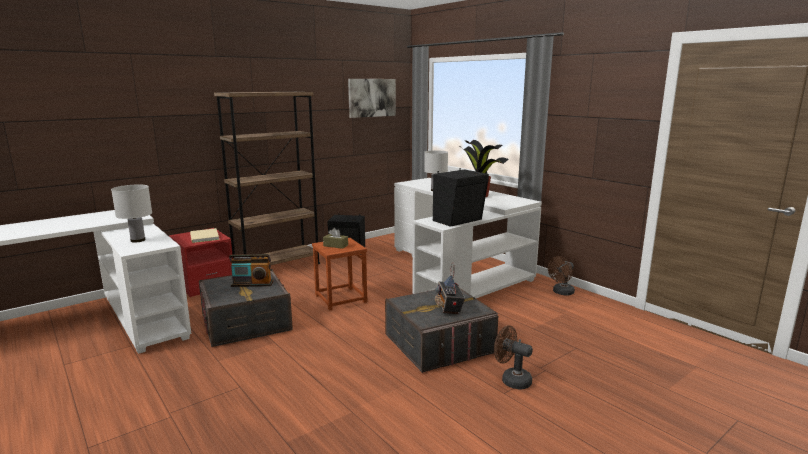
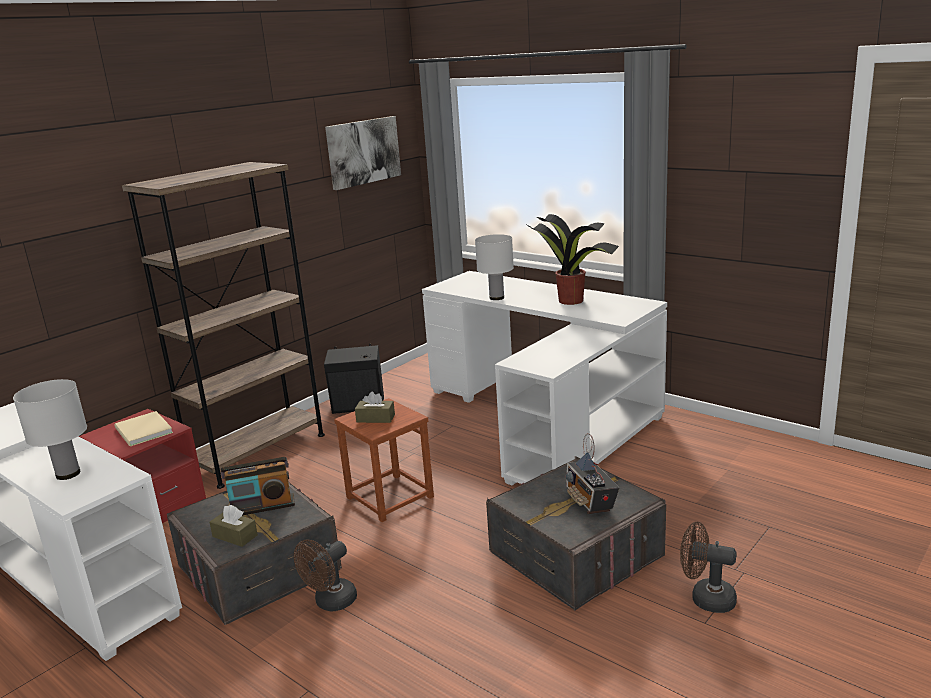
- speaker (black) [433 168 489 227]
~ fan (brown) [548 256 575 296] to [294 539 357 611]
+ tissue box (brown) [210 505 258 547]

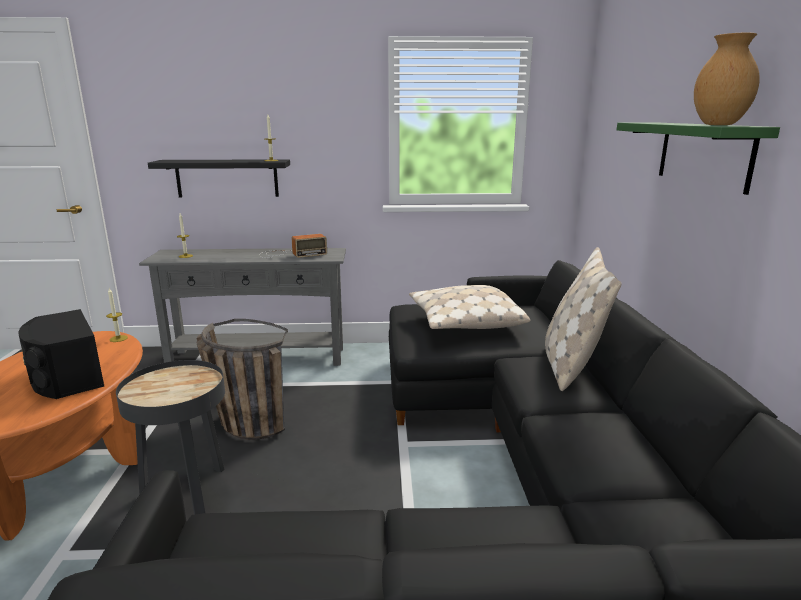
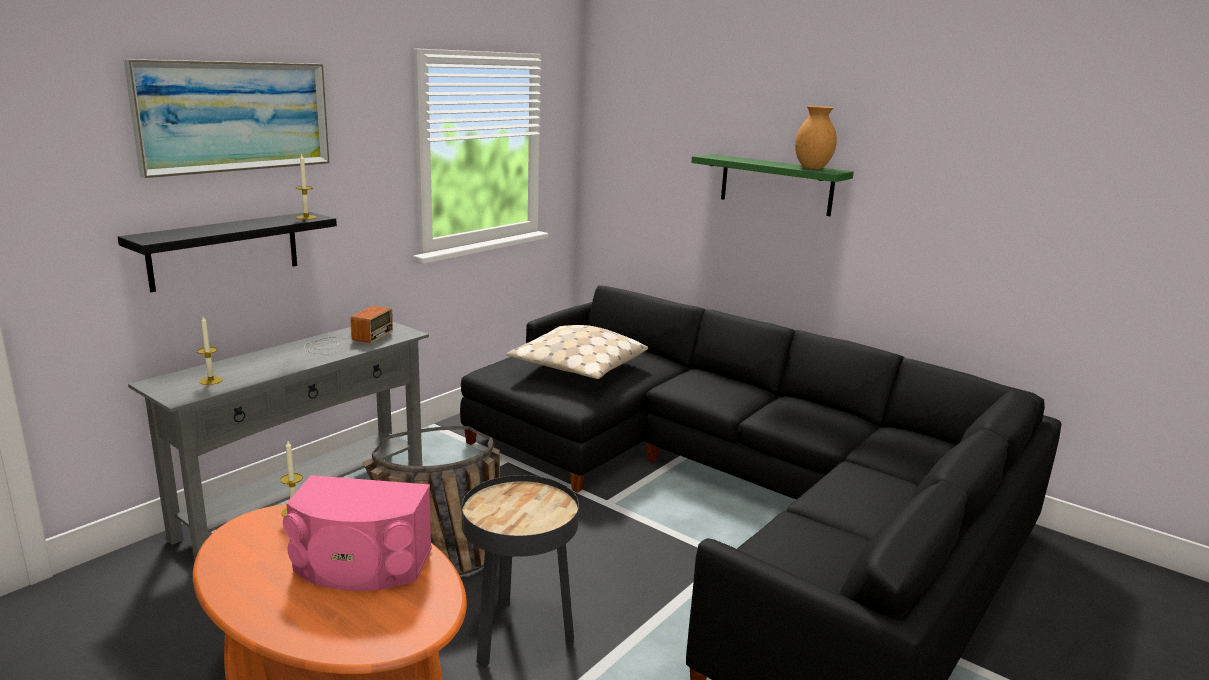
- pillow (beige) [545 247 622 391]
~ speaker (black) [18 309 104 399] to speaker (pink) [283 475 432 591]
+ picture [124 59 330 178]

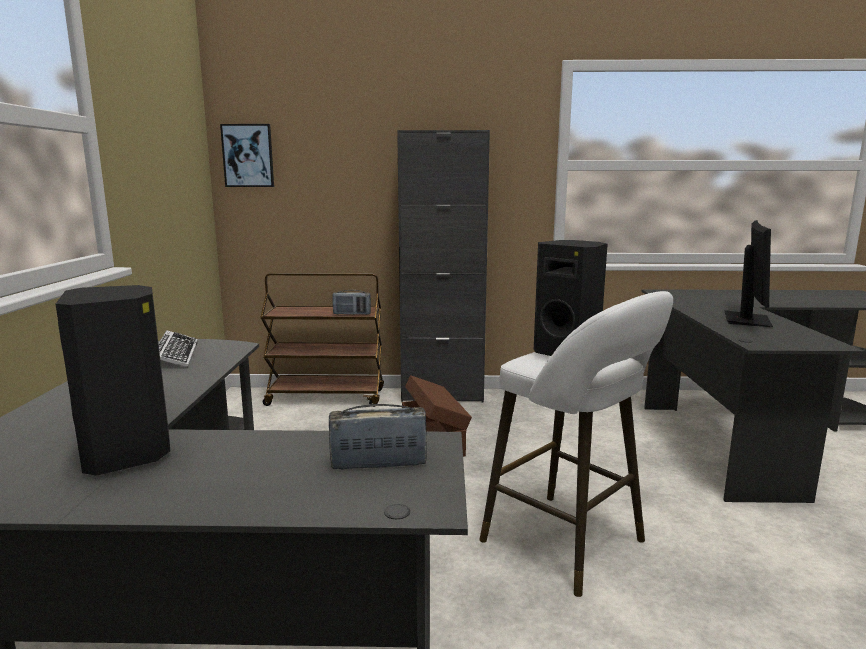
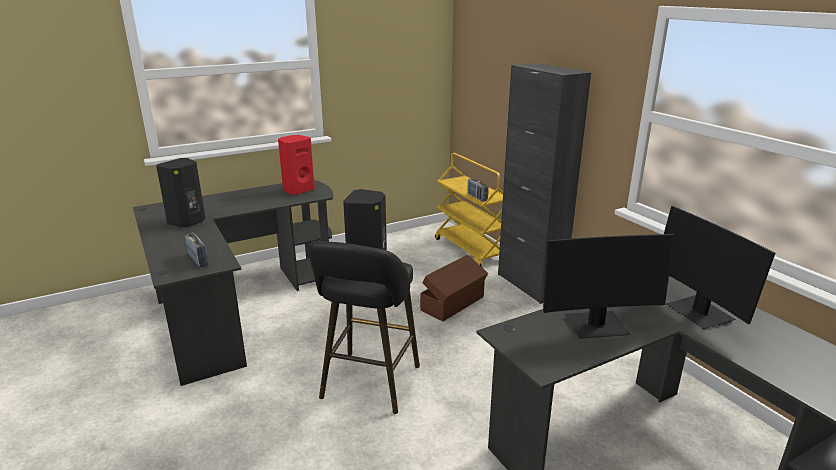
- picture [220 124 274 187]
~ cart (brown) [260 273 384 407] to cart (yellow) [435 153 503 267]
~ stool (white) [479 291 673 597] to stool (black) [308 241 420 414]
~ keyboard [158 330 198 367] to speaker (red) [278 135 315 195]
+ monitor [664 206 775 329]

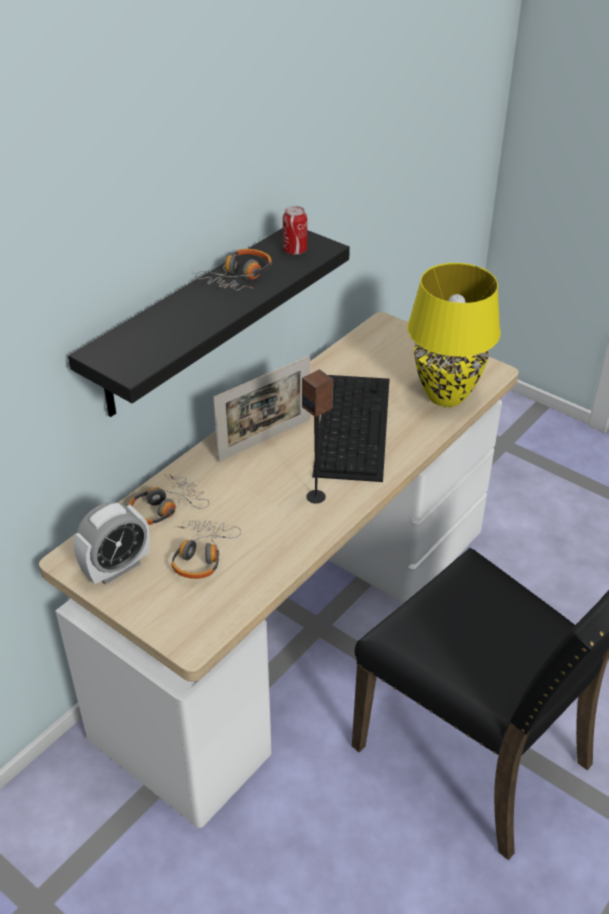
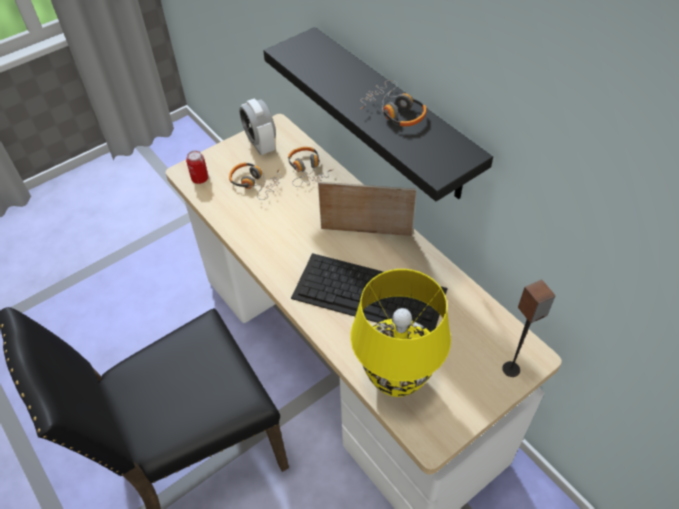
~ can [283 206 307 255] to [186 150 209 184]
~ picture frame [213 356 310 462] = [318 182 417 236] 120 degrees clockwise
~ speaker [302 369 333 504] to [502 279 555 377]

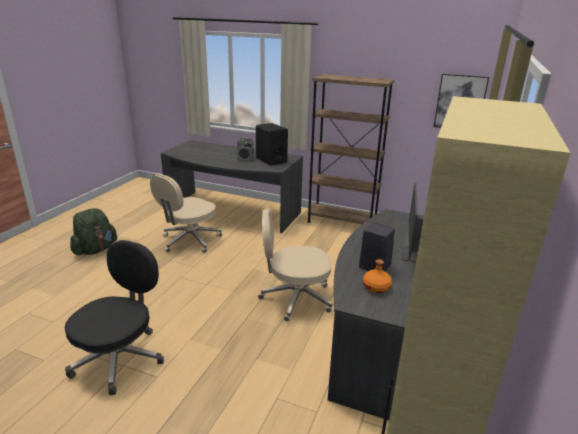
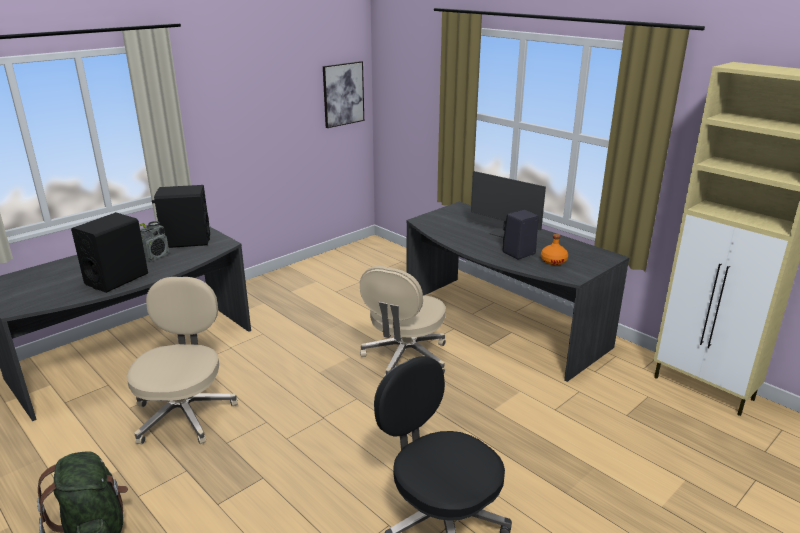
- bookcase (brown) [307 74 394 224]
~ office chair (beige) [150 173 222 253] = [127 277 238 444] 150 degrees counterclockwise
+ speaker (black) [71 212 148 293]

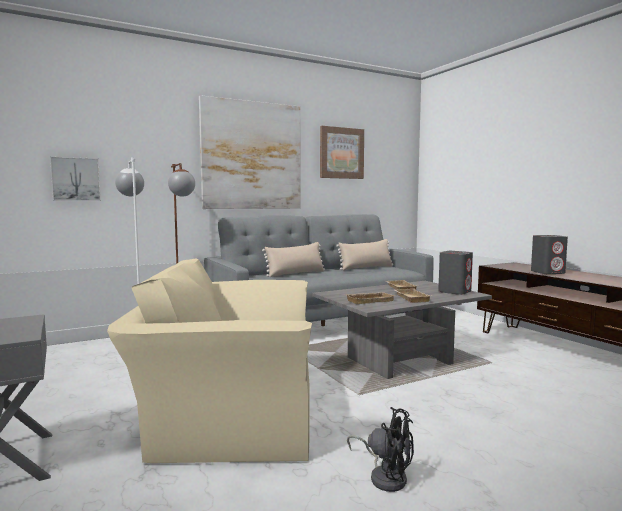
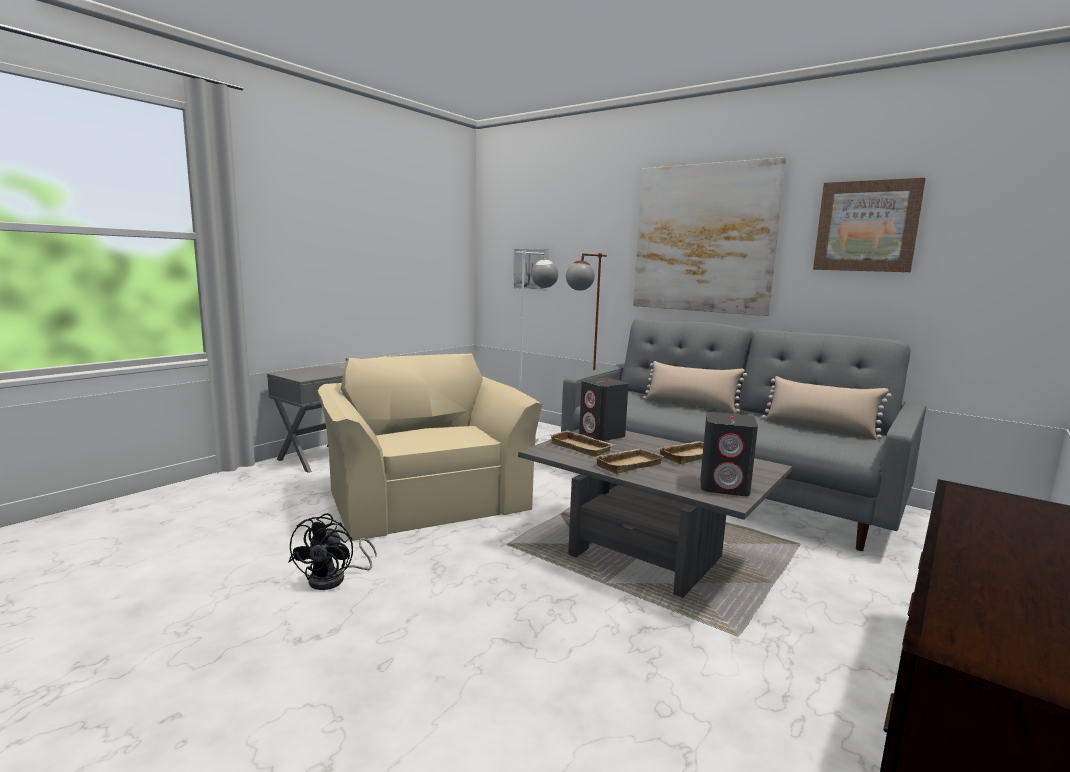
~ speaker (grey) [531 235 568 274] to [579 377 629 441]

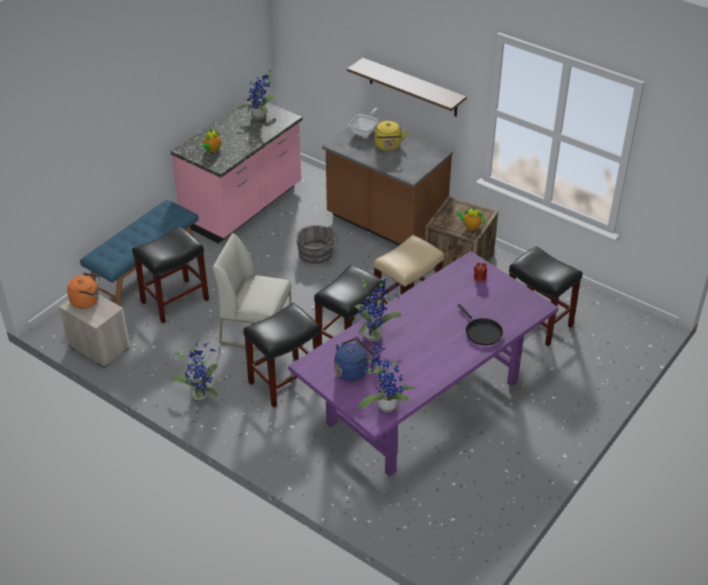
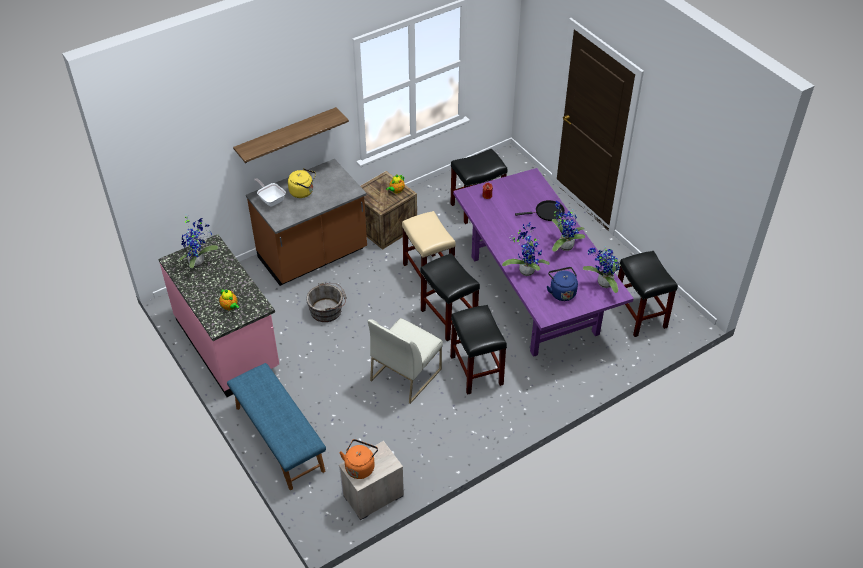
~ stool (black) [132 226 209 323] to [618 251 678 337]
~ potted plant [171 342 218 402] to [552 201 585 252]

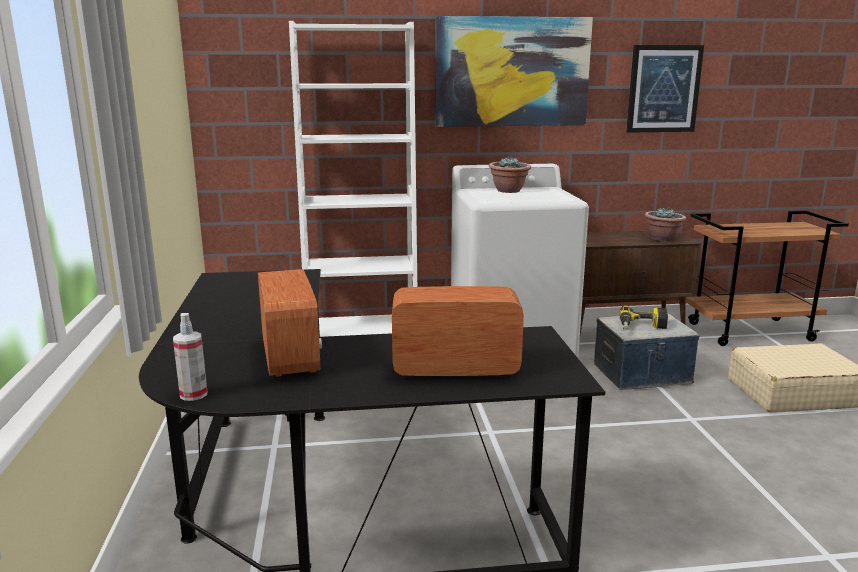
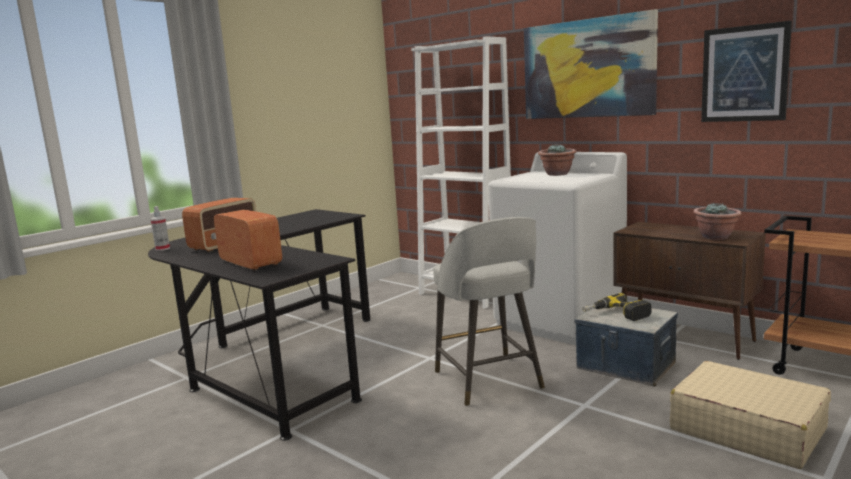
+ stool (grey) [433 217 545 406]

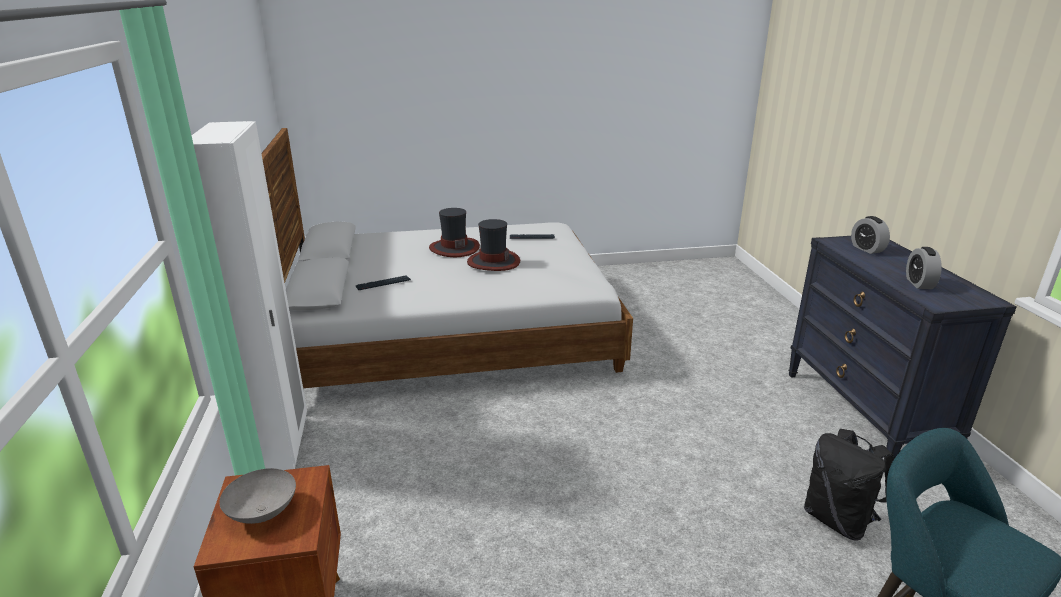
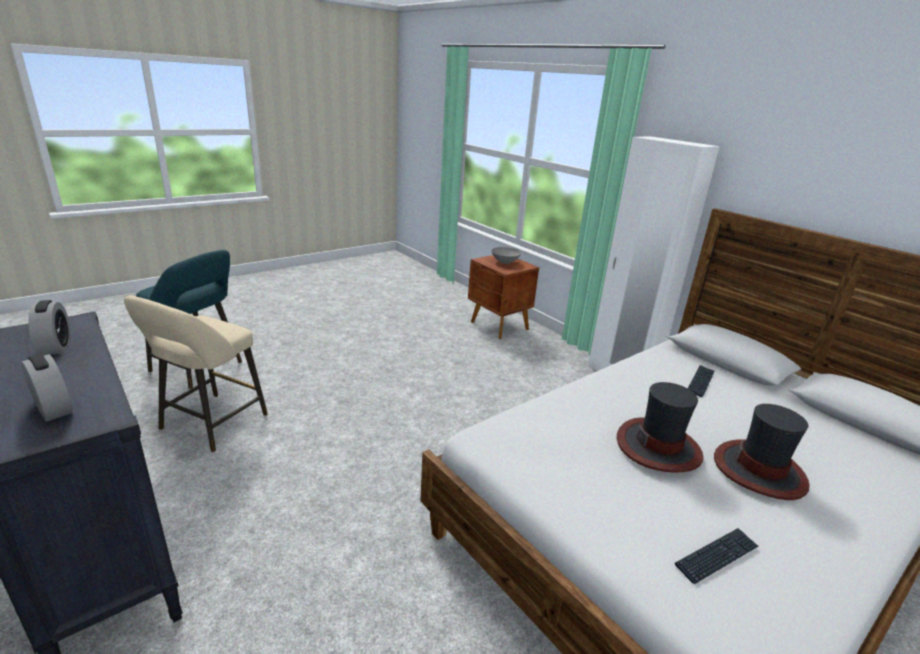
~ backpack (black) [804 429 895 540] to stool (beige) [124 295 268 452]

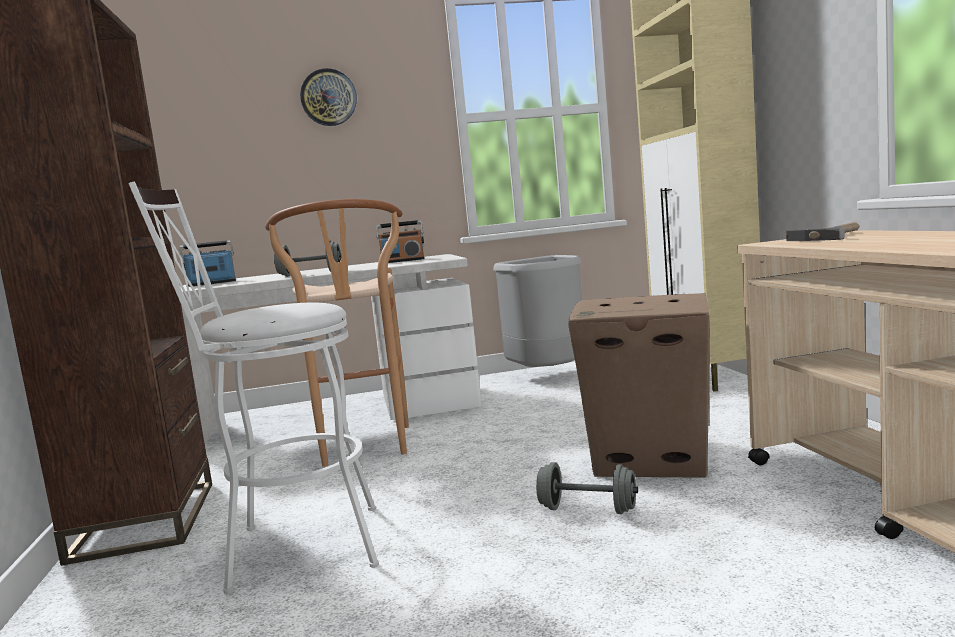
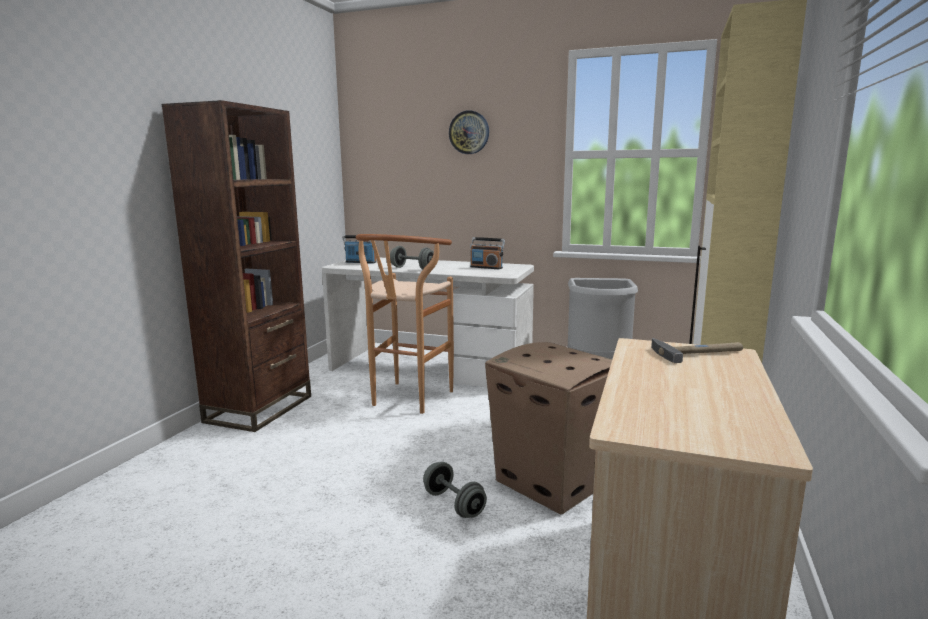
- stool (white) [129 182 379 594]

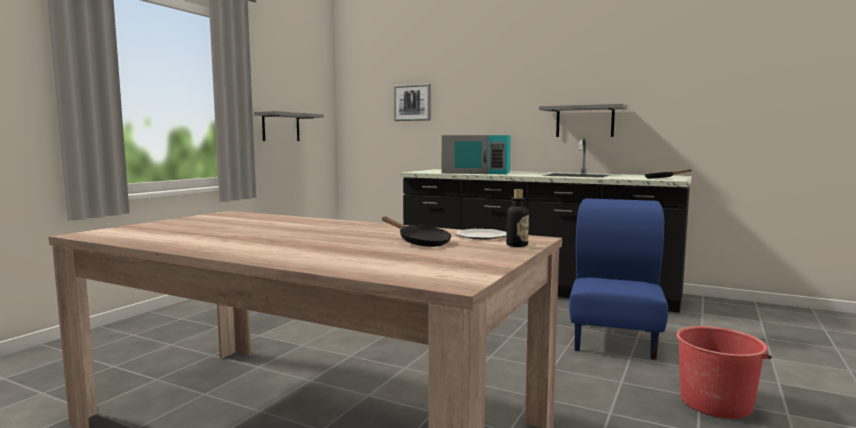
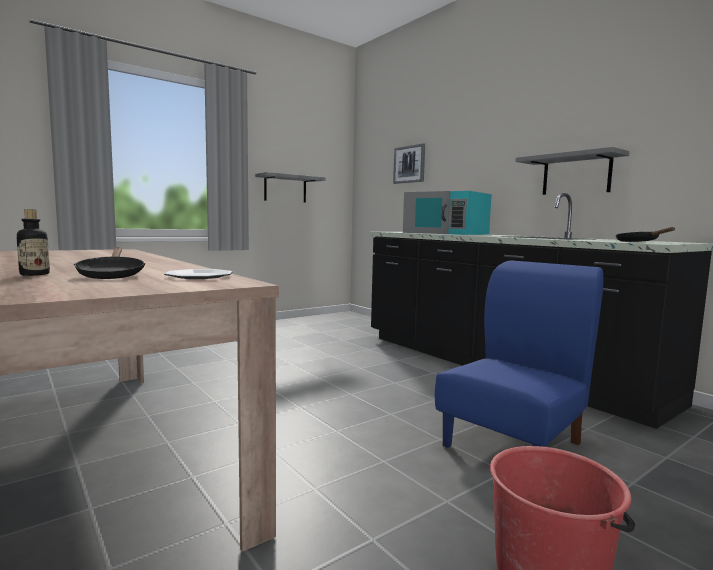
~ bottle [506 189 529 247] to [17 209 50 276]

